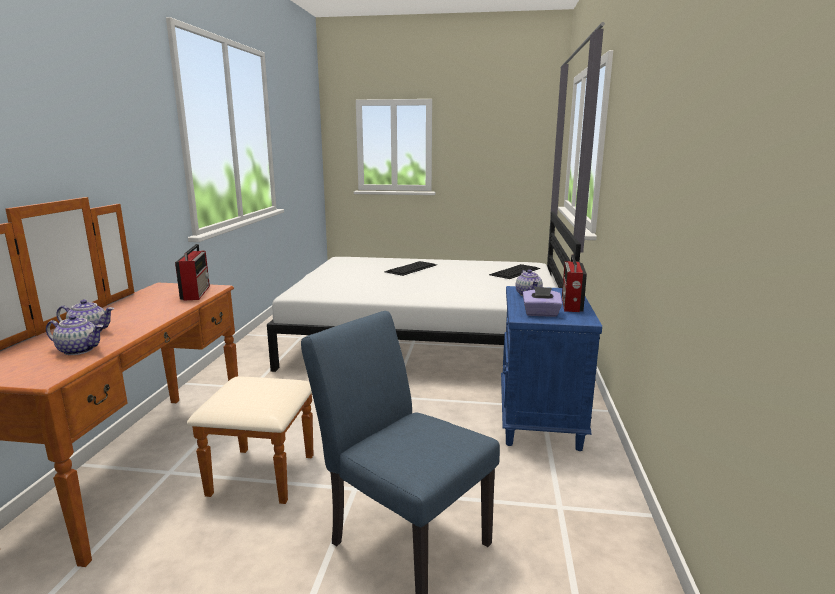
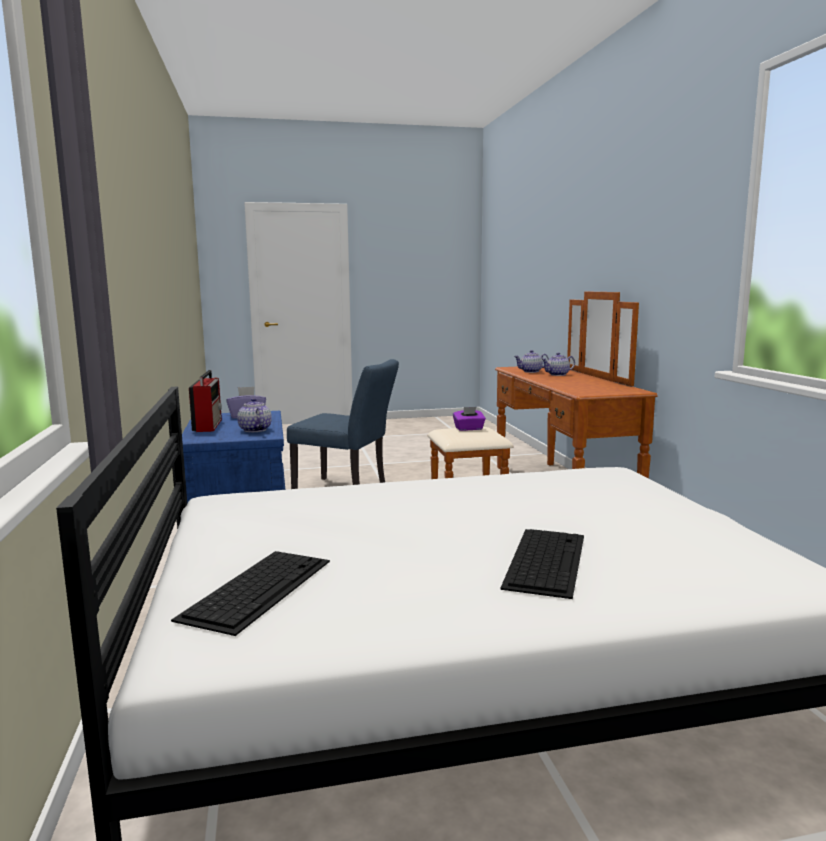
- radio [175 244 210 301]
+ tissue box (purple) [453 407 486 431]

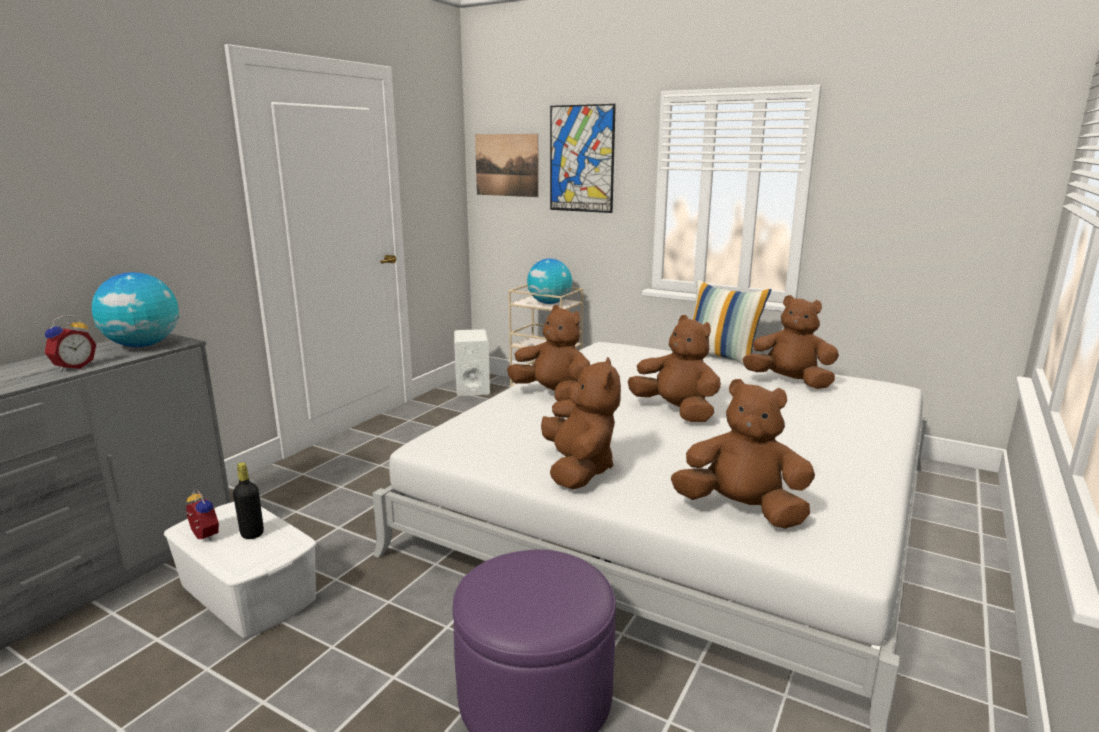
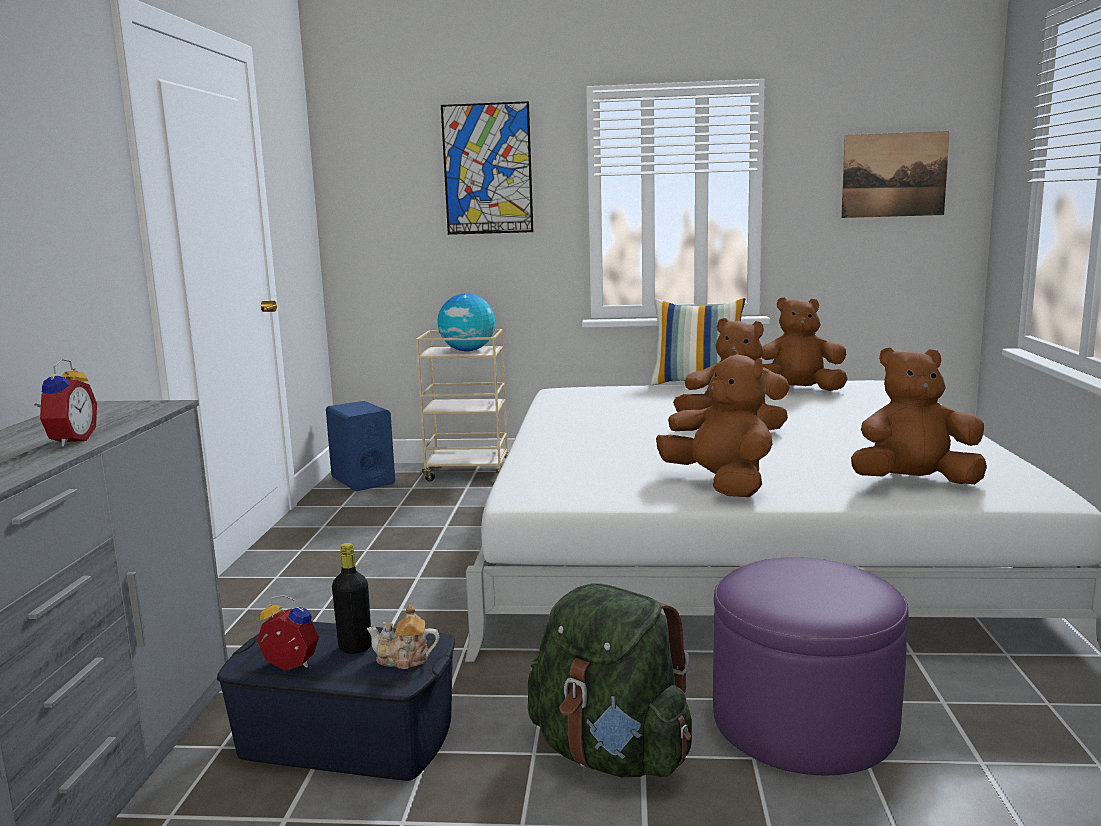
~ picture [475 134 539 197] to [841 131 950 218]
- globe [91 272 179 347]
- plush toy (brown) [507 305 590 402]
~ speaker (white) [454 329 490 396] to speaker (blue) [326 401 395 491]
~ storage box (white) [164 502 316 639] to storage box (blue) [217 622 455 781]
+ backpack (green) [528 583 692 777]
+ teapot [367 604 439 669]

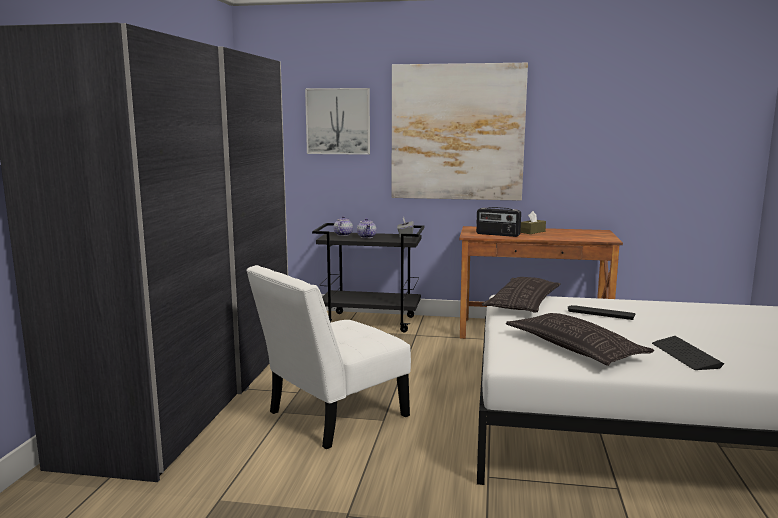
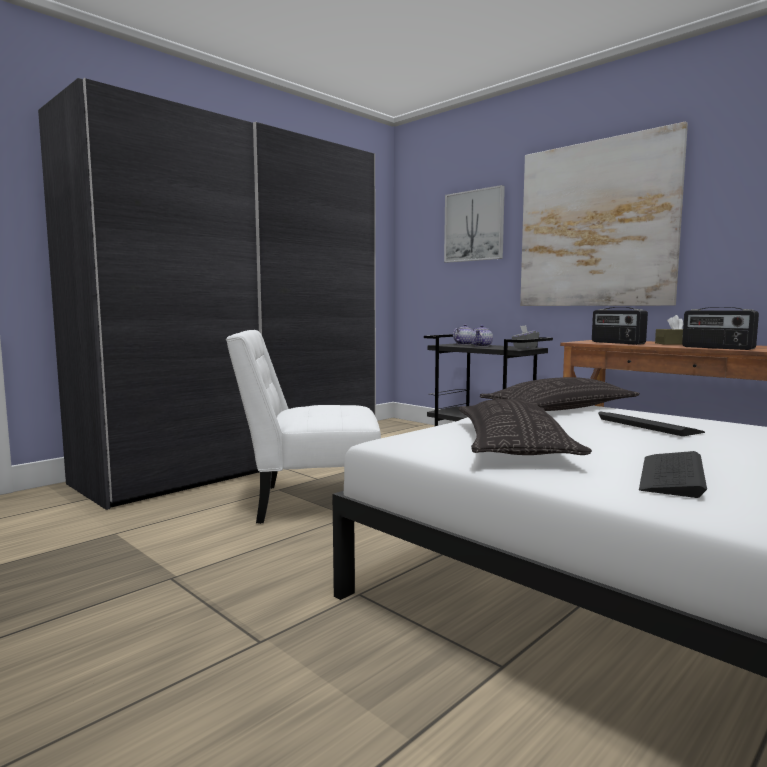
+ radio [682 307 759 350]

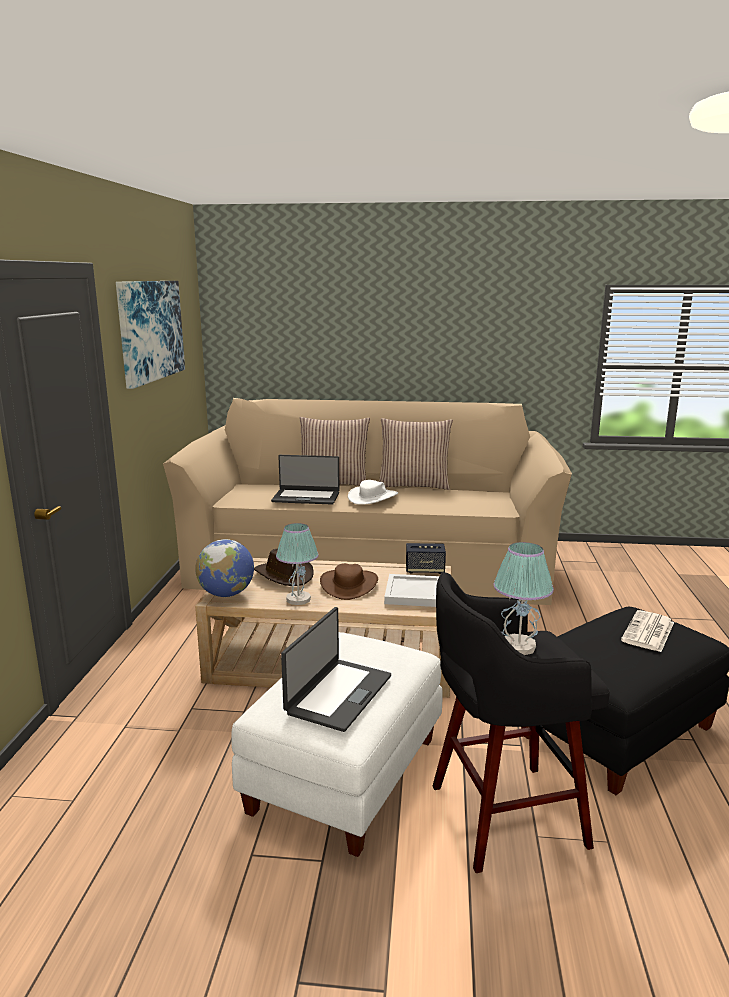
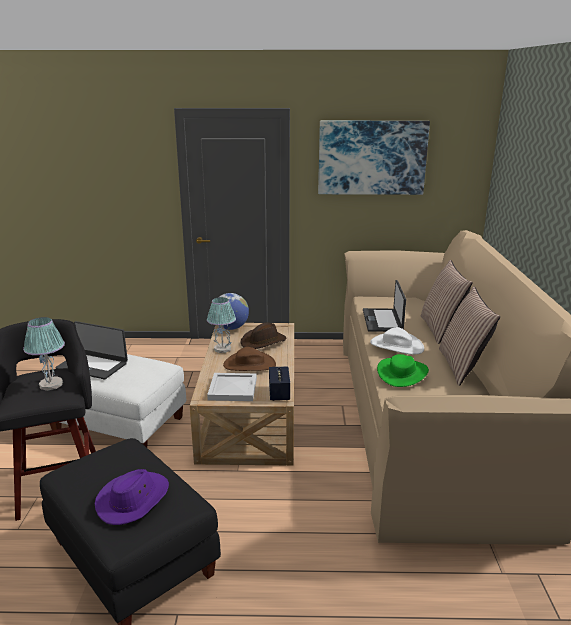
~ newspaper [621 610 674 652] to hat (purple) [95 469 169 525]
+ hat (green) [377 354 429 387]

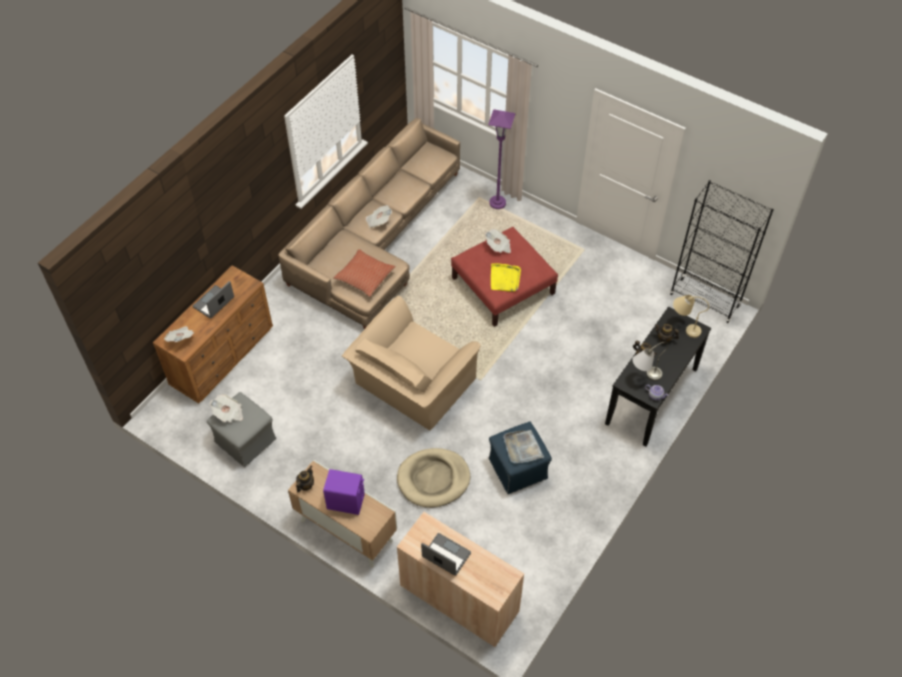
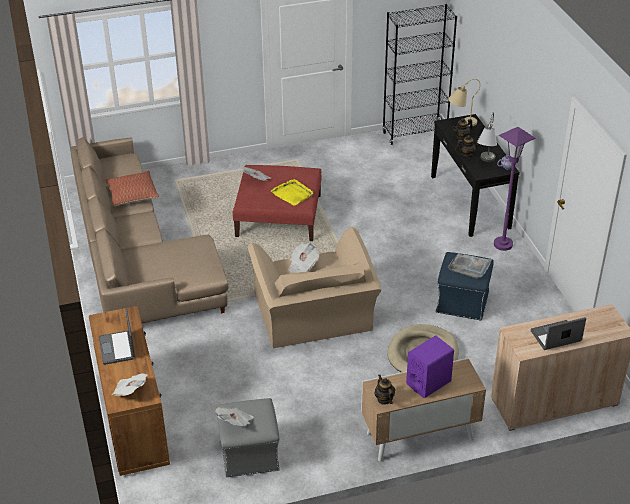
~ floor lamp (purple) [488 109 516 209] to [494 127 535 251]
~ newspaper [365 205 392 228] to [288 243 319 273]
~ pillow [334 249 396 297] to [105 171 159 207]

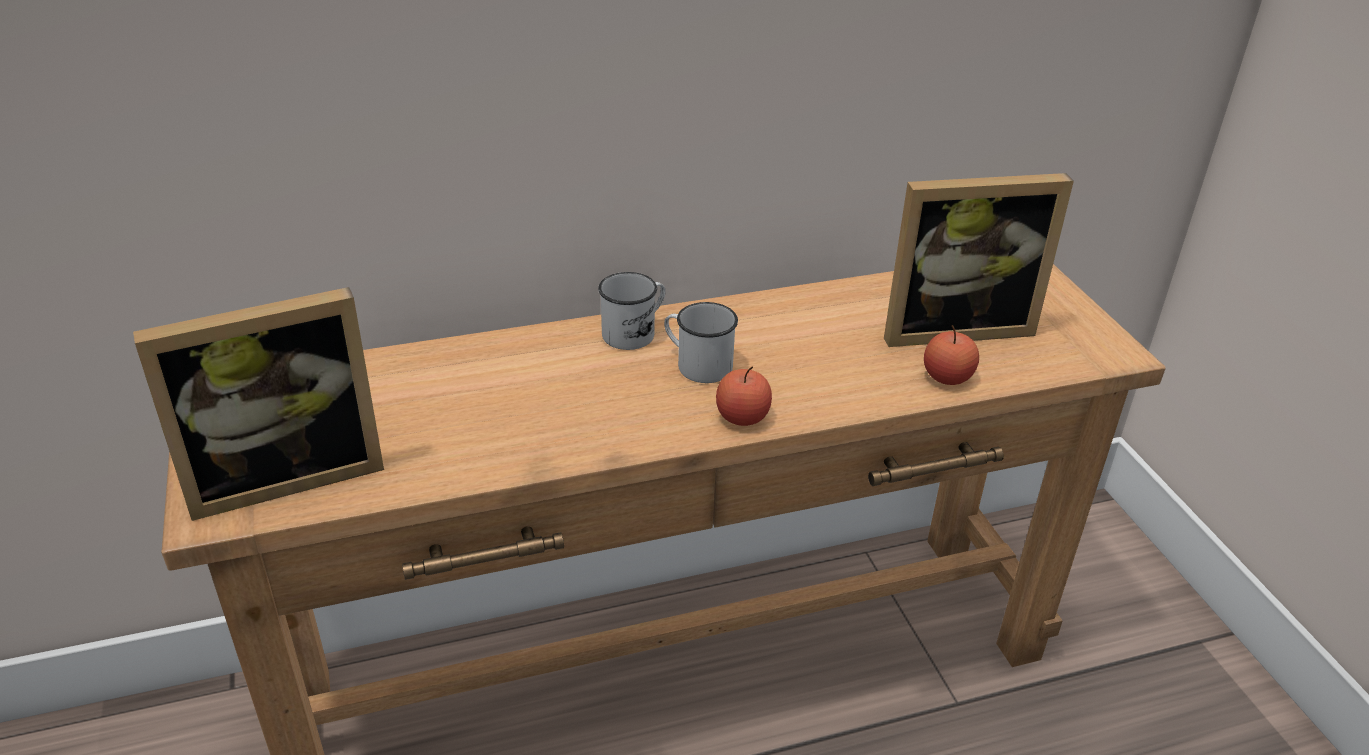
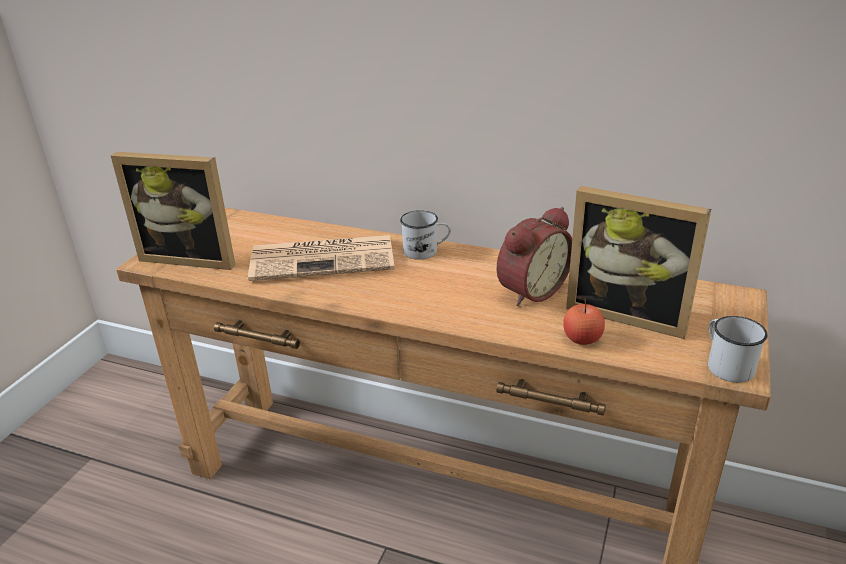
~ mug (white) [664 302 738 383] to [708 316 768 383]
- apple [716 366 772 426]
+ alarm clock [497 207 572 306]
+ newspaper [248 235 394 281]

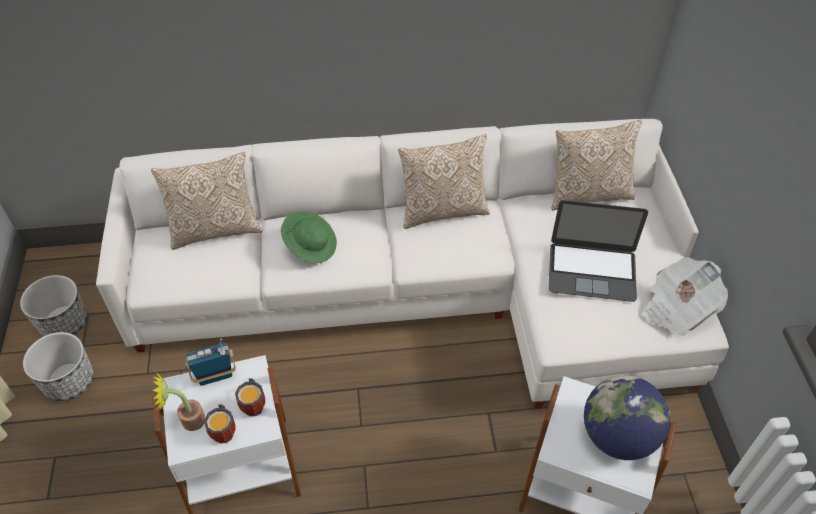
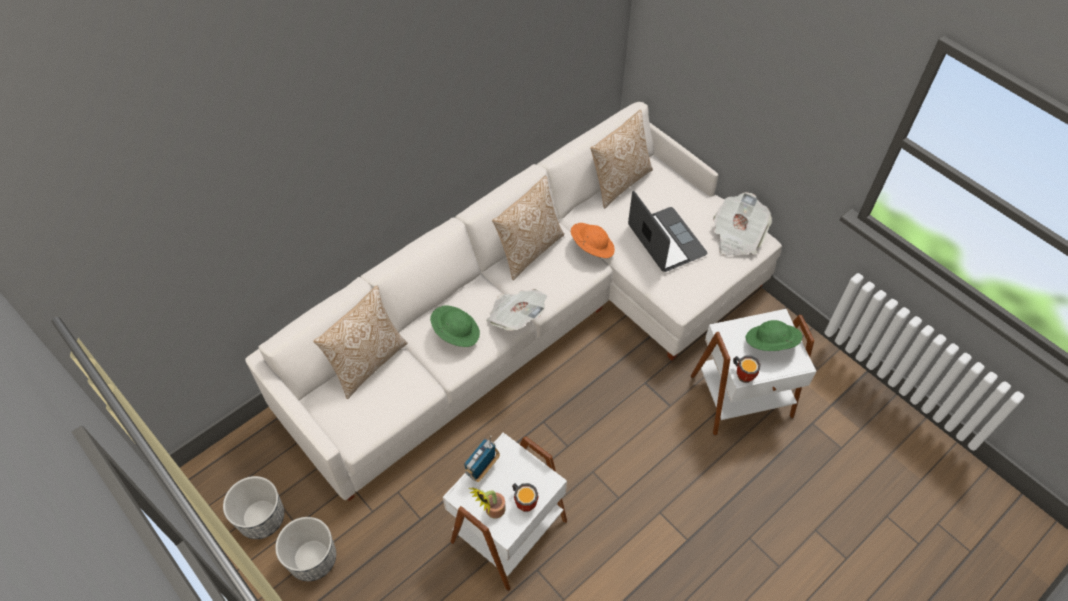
~ laptop [548 200 648 302] = [628 191 707 272] 90 degrees counterclockwise
~ globe [584 376 670 460] to hat (green) [745 320 802 351]
~ mug [235 378 265 417] to [733 355 761 383]
+ hat (orange) [571 223 615 258]
+ newspaper [486 289 547 331]

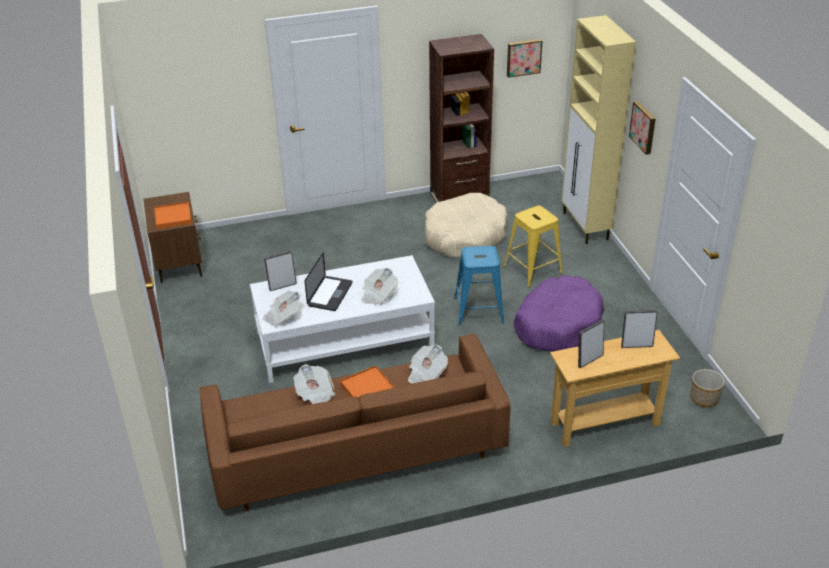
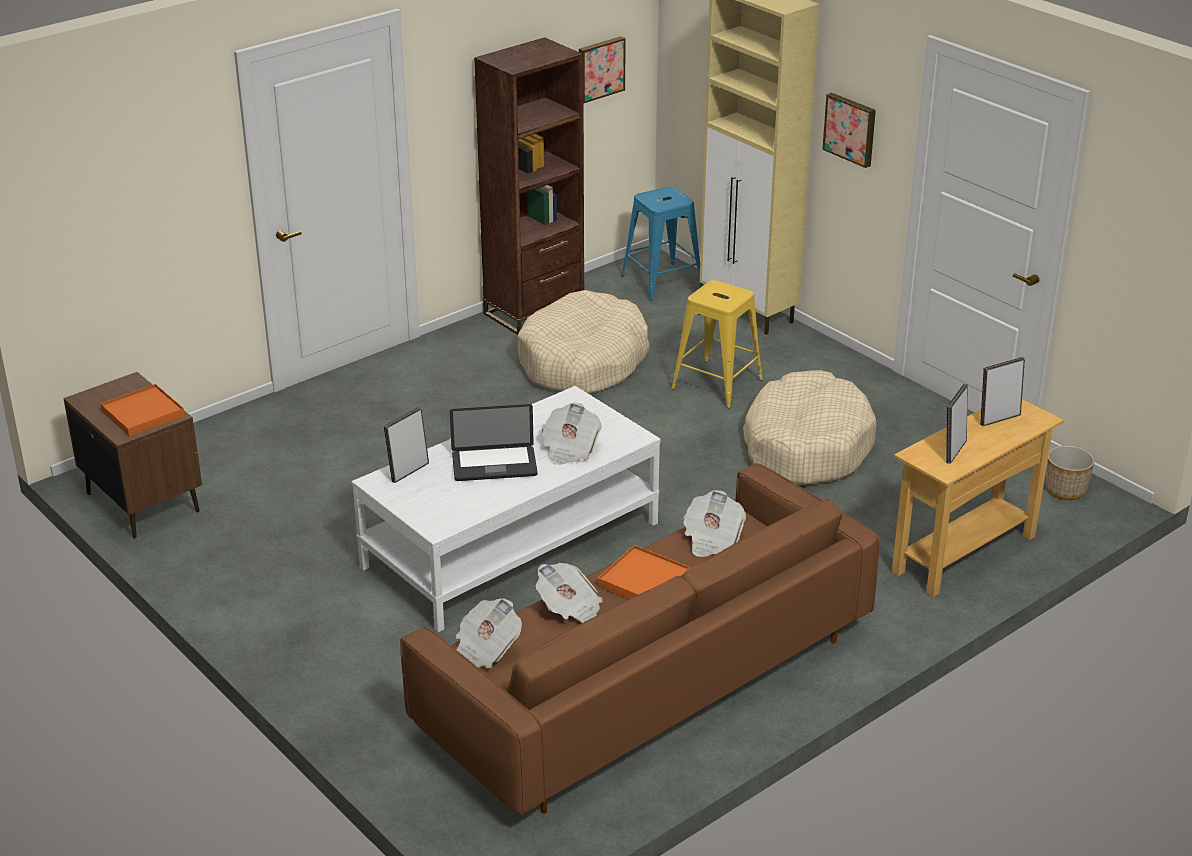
~ stool (blue) [454 246 504 326] to [621 187 703 301]
~ laptop [305 252 353 311] = [450 404 538 481] 90 degrees clockwise
~ dog bed (purple) [514 275 604 351] to dog bed (beige) [743 370 877 485]
~ newspaper [263 290 301 327] to [456 598 522 669]

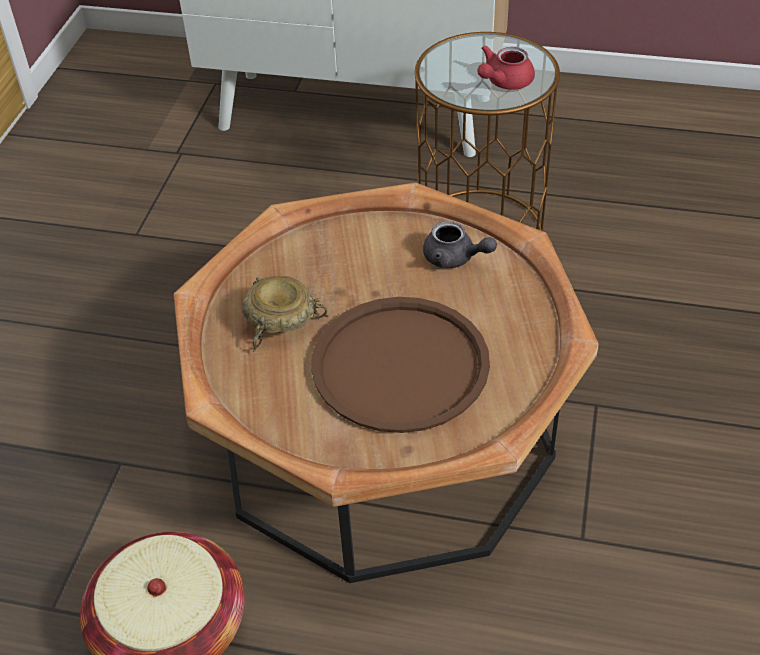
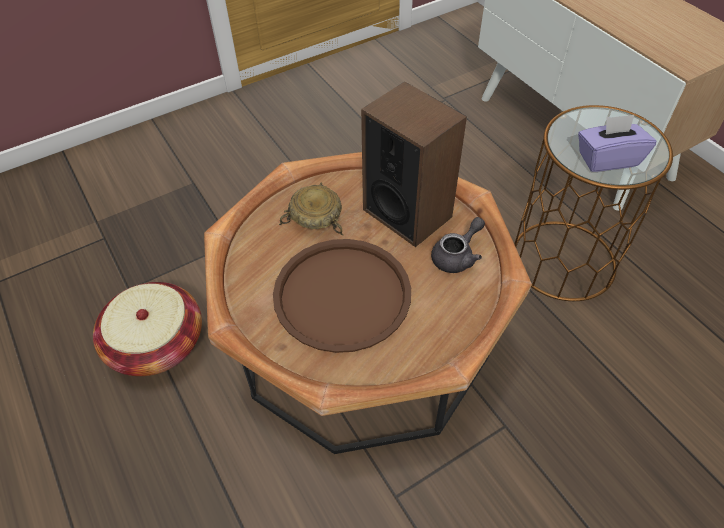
~ teapot (red) [477 45 535 90] to tissue box (purple) [578 115 657 172]
~ teapot (grey) [423 221 497 268] = [431 217 485 273] 120 degrees counterclockwise
+ speaker [361 82 467 247]

